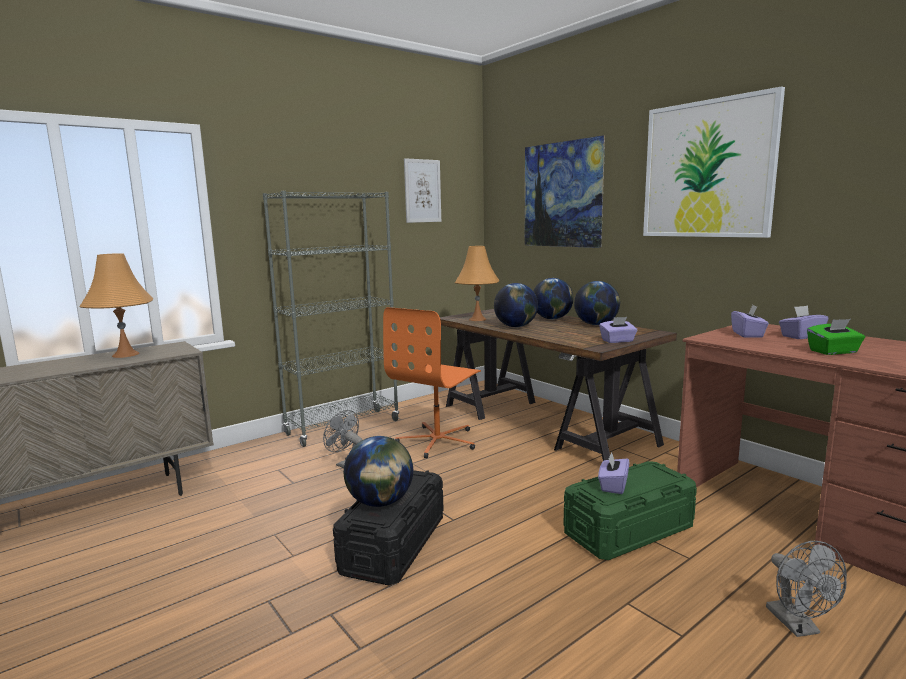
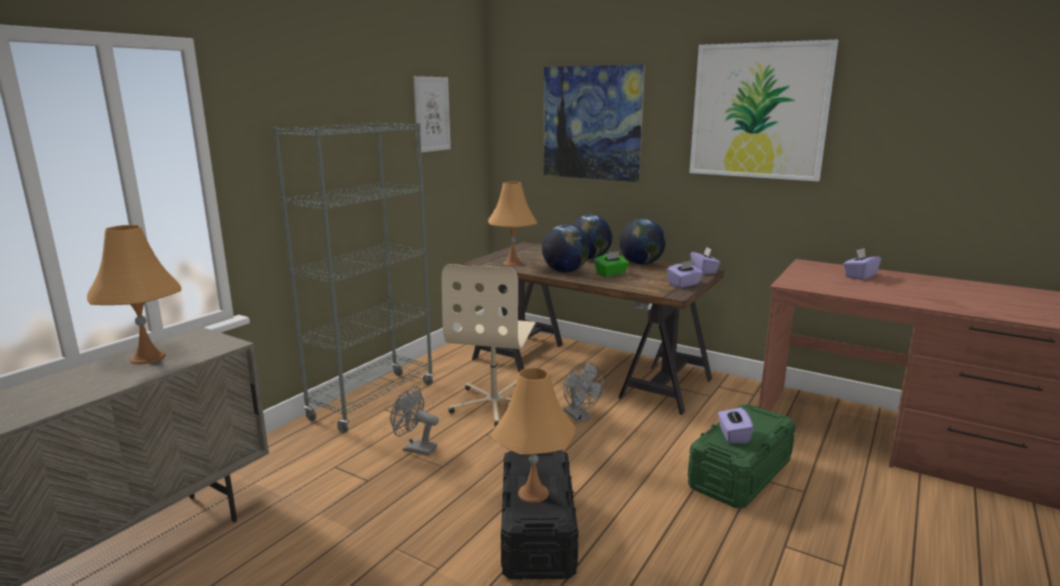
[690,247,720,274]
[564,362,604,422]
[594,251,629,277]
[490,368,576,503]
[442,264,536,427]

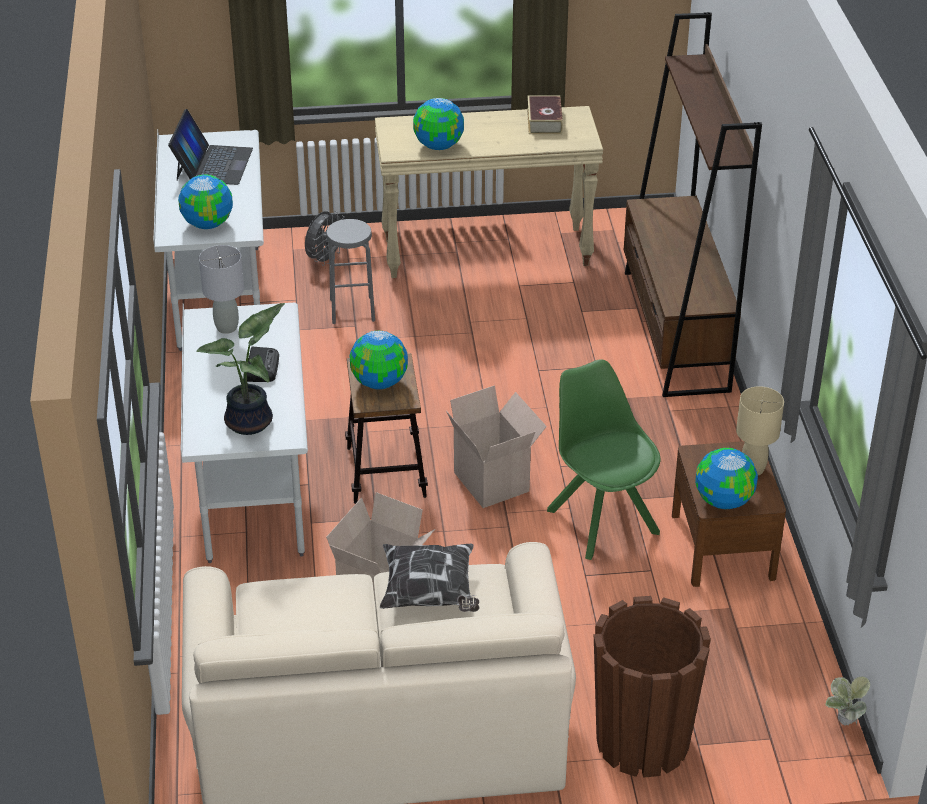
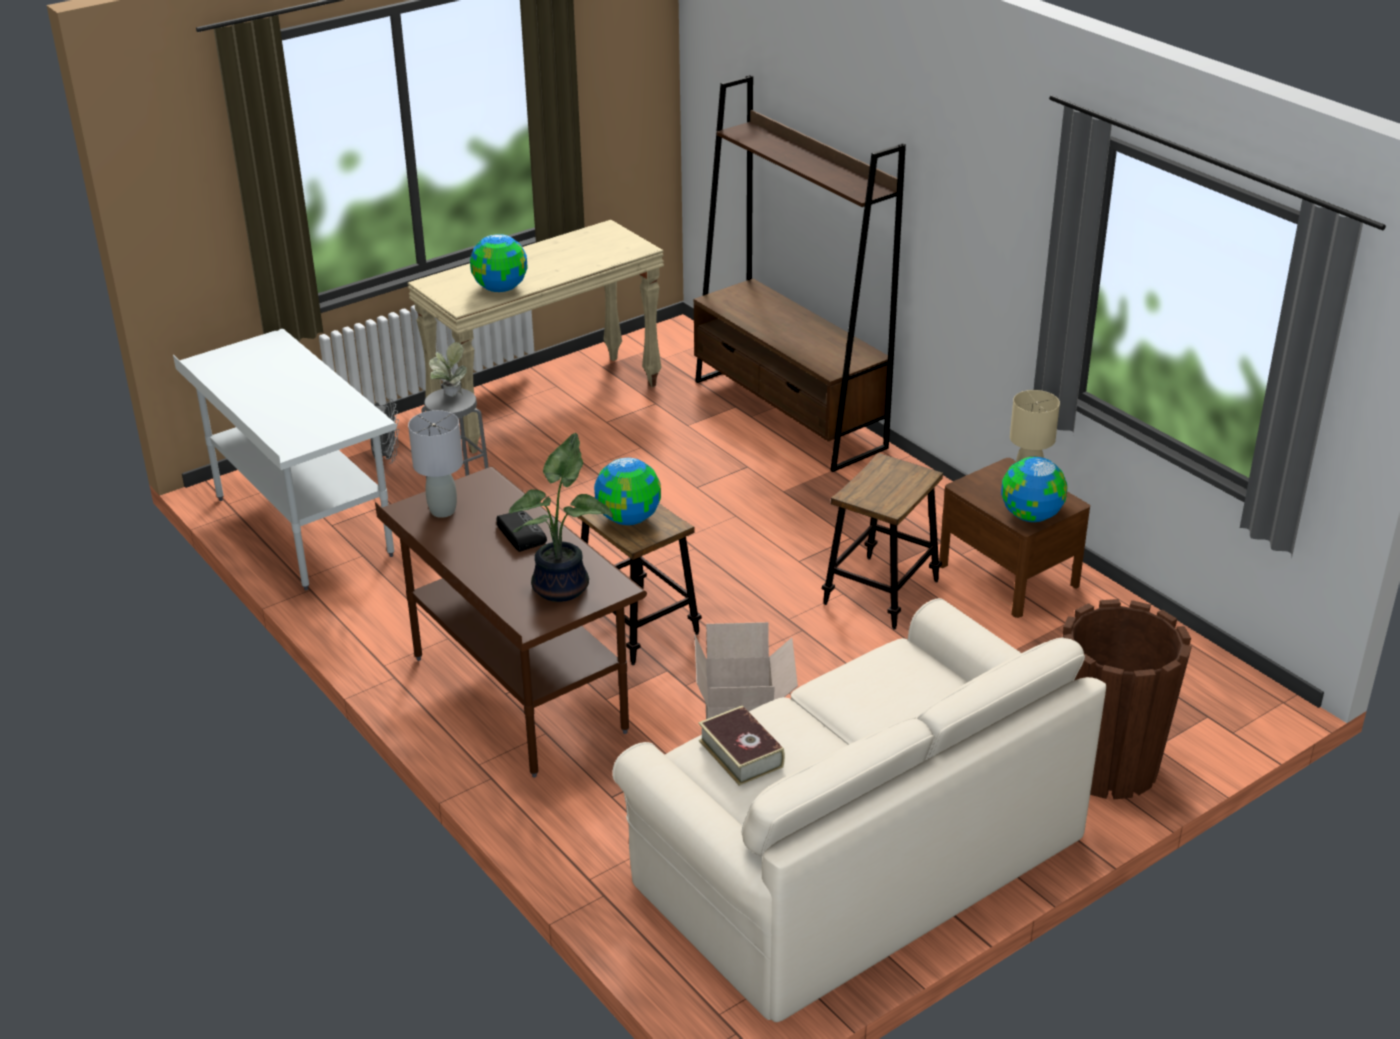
[168,109,253,185] (first image)
[178,175,233,229] (first image)
[380,544,480,612] (first image)
[446,385,547,508] (first image)
[698,705,785,786]
[429,342,467,397]
[822,453,943,630]
[375,467,647,778]

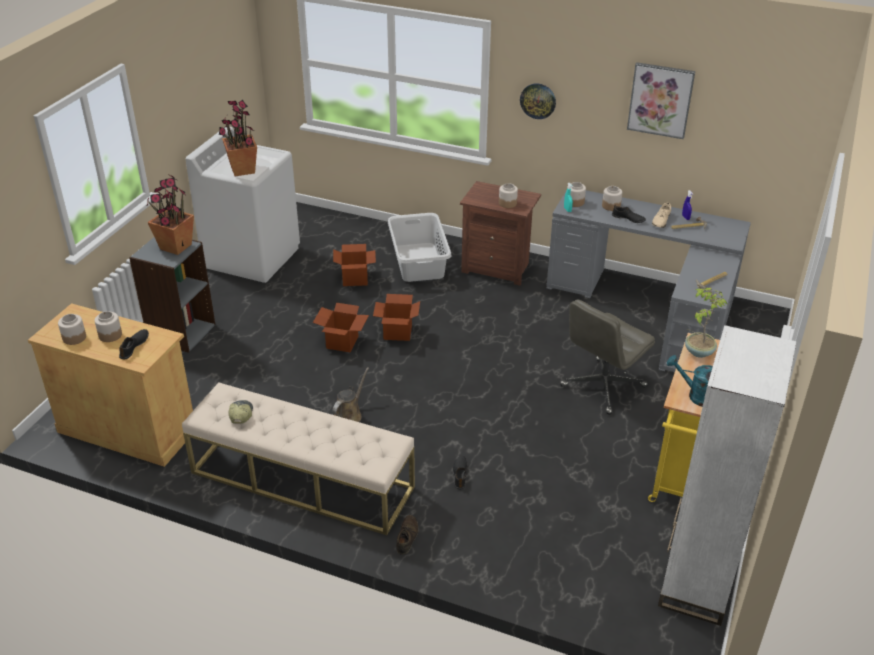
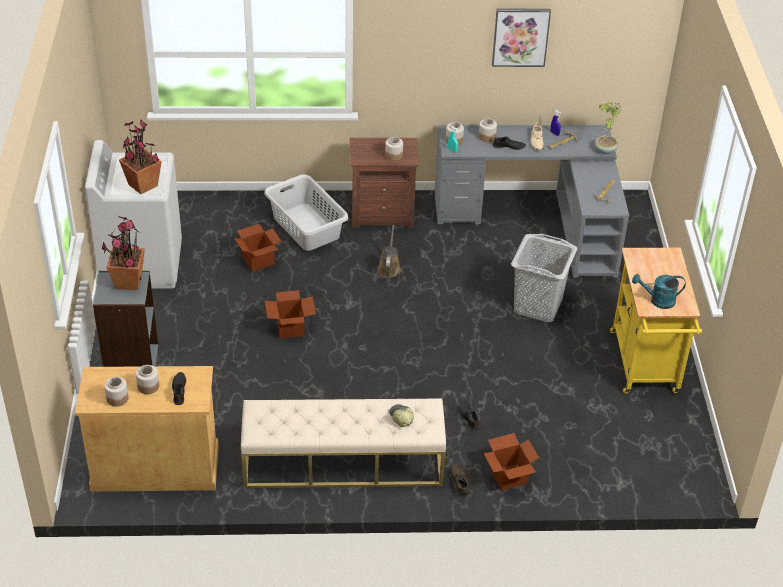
[520,83,556,119] (first image)
[658,325,796,626] (first image)
[389,404,414,427]
[377,225,401,278]
[483,433,539,490]
[595,102,621,154]
[511,234,577,322]

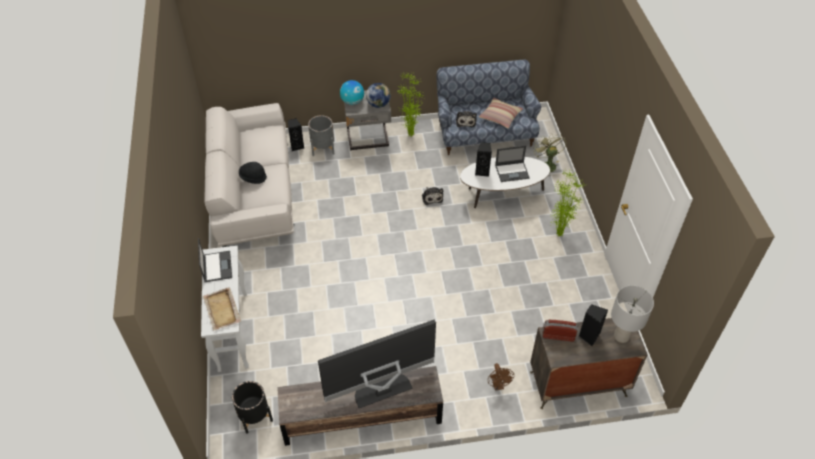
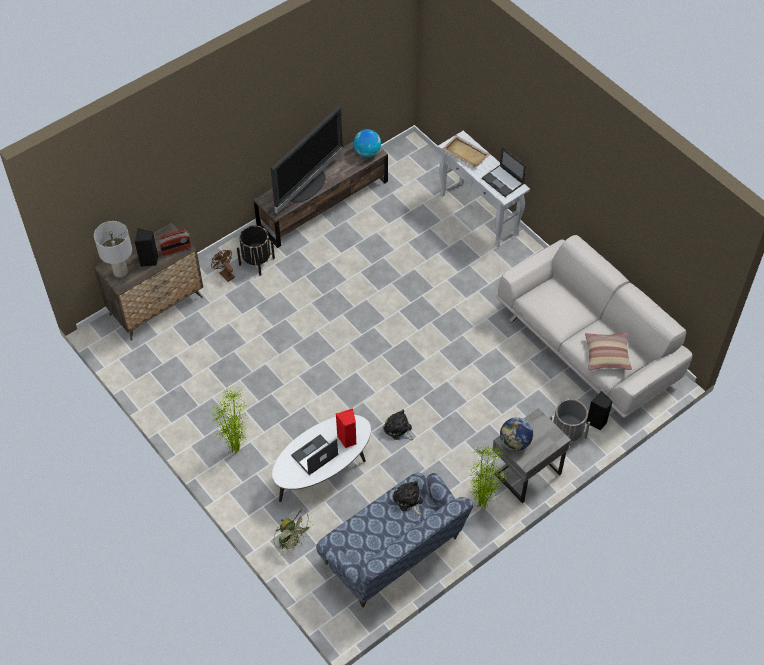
[239,162,267,184] (first image)
[237,225,275,275]
[354,129,381,157]
[585,333,632,370]
[336,408,356,448]

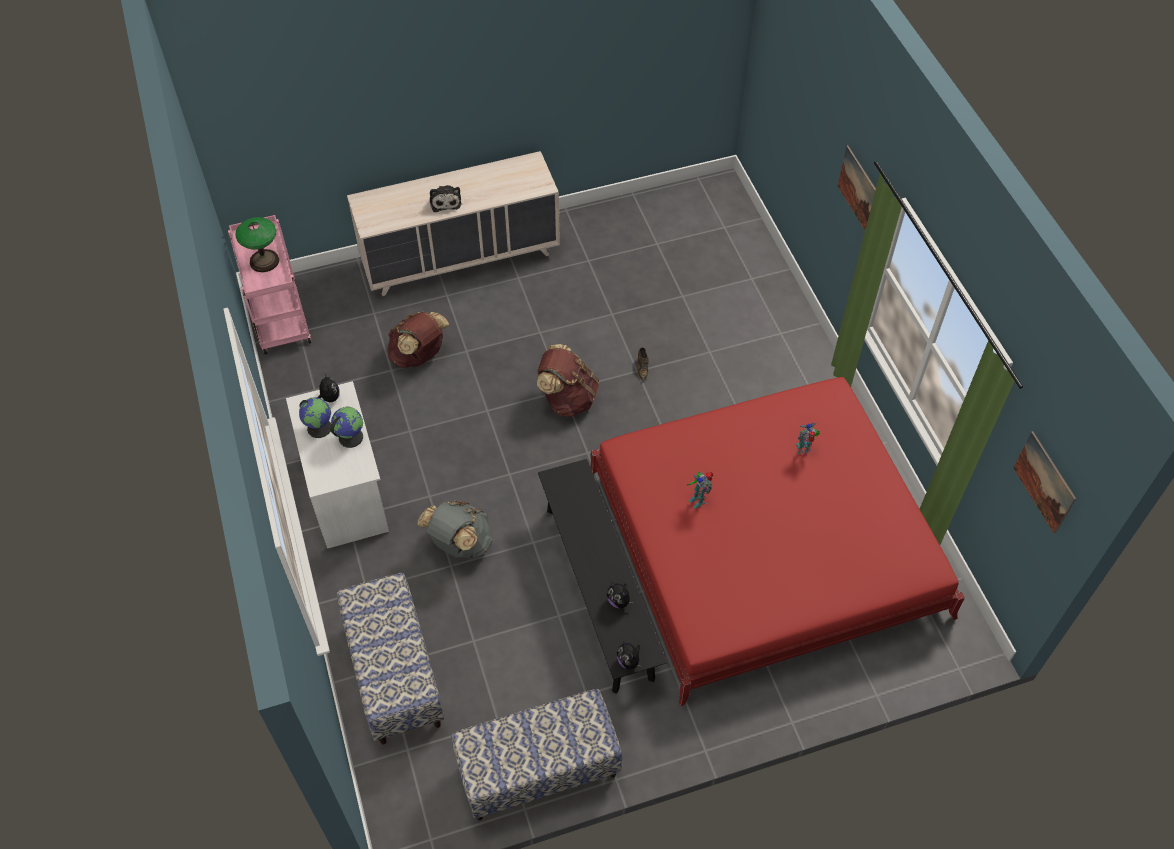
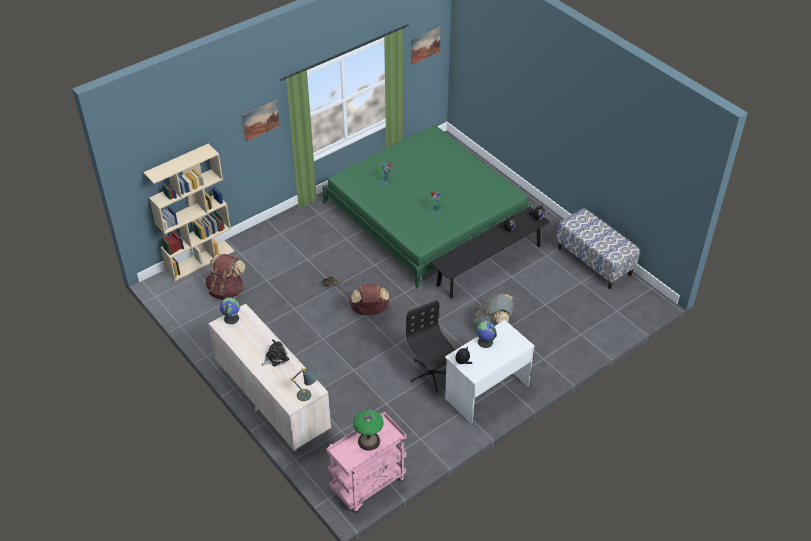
[337,573,444,745] (first image)
[143,143,235,281]
[291,368,319,401]
[406,300,455,392]
[220,298,240,324]
[206,253,245,300]
[322,125,533,289]

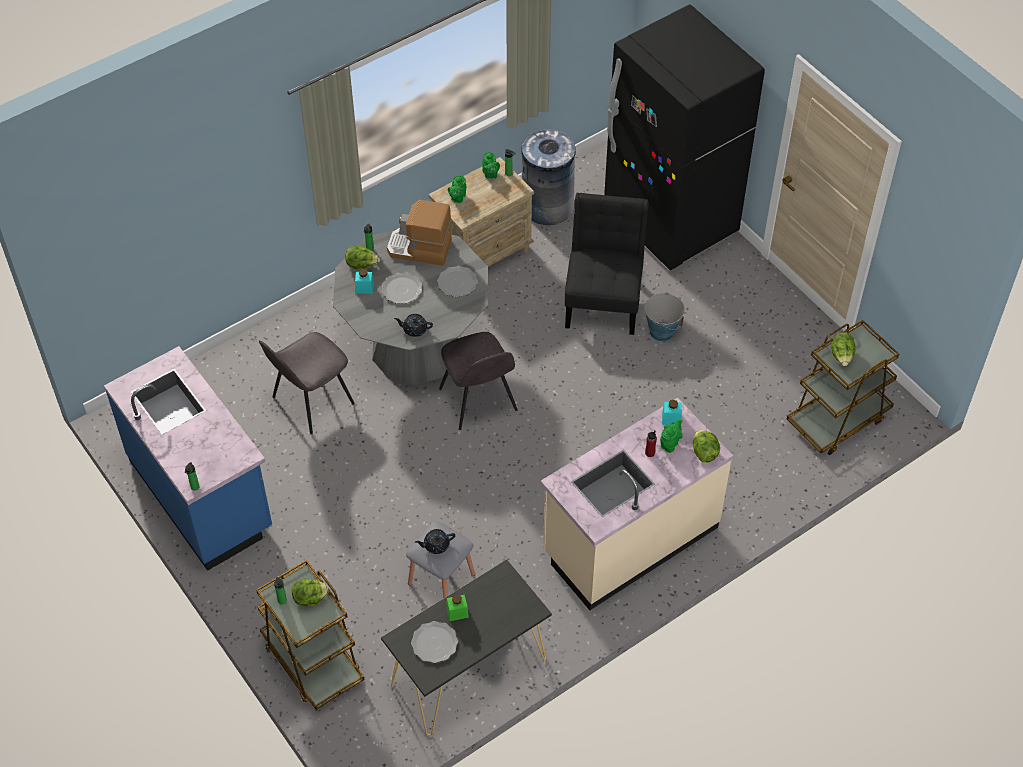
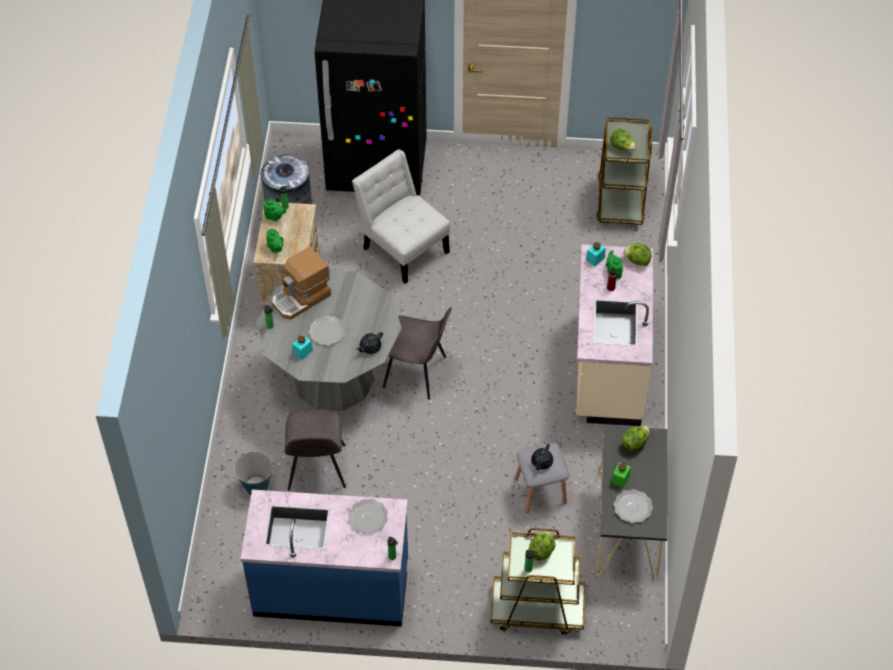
[621,426,650,451]
[348,499,388,534]
[234,451,274,495]
[352,149,450,284]

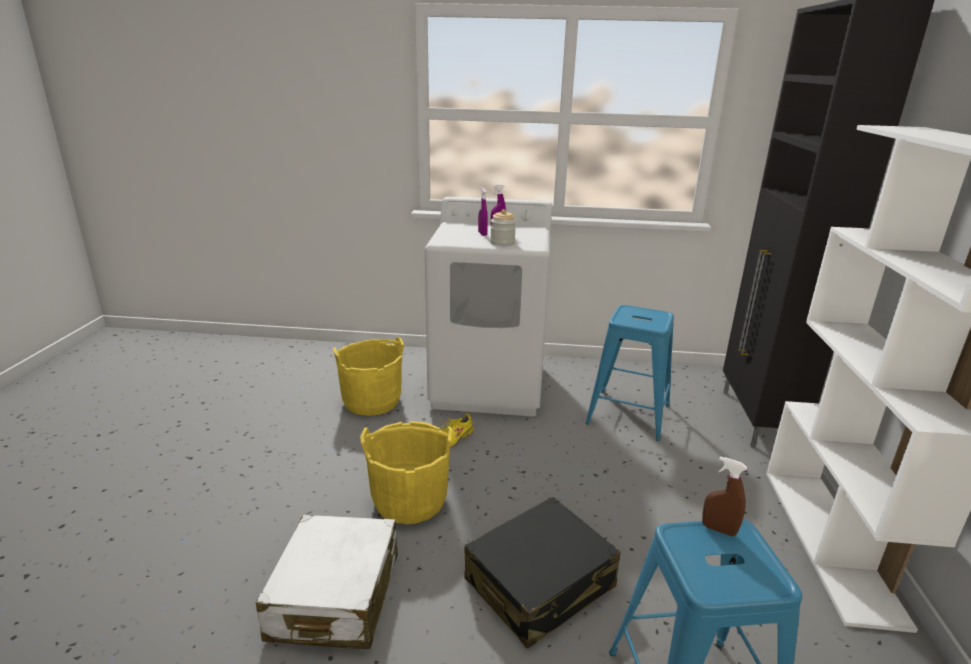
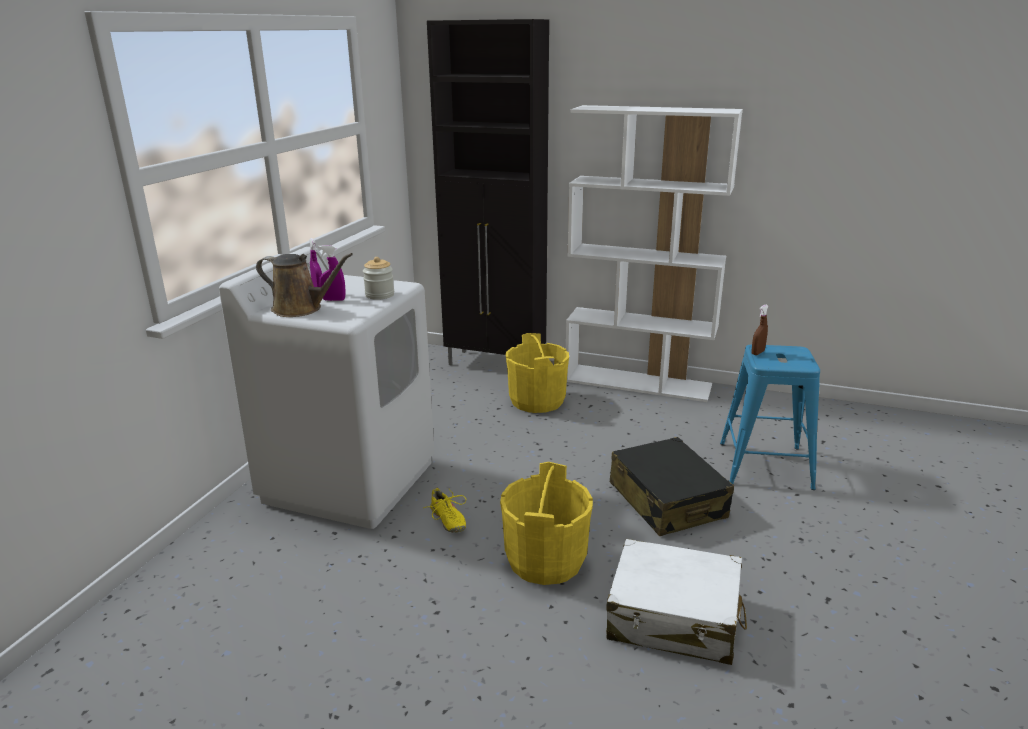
[586,305,674,441] (first image)
[256,253,353,317]
[506,333,569,413]

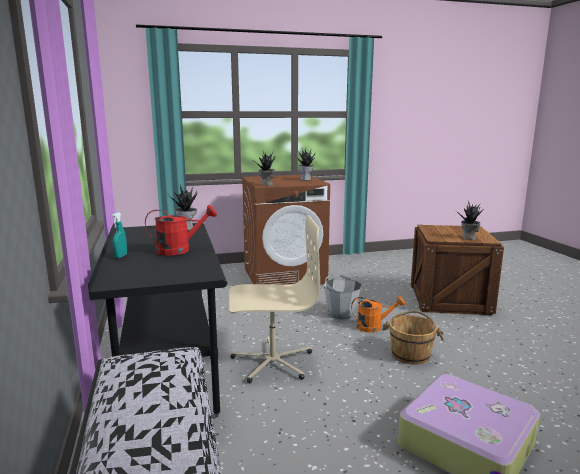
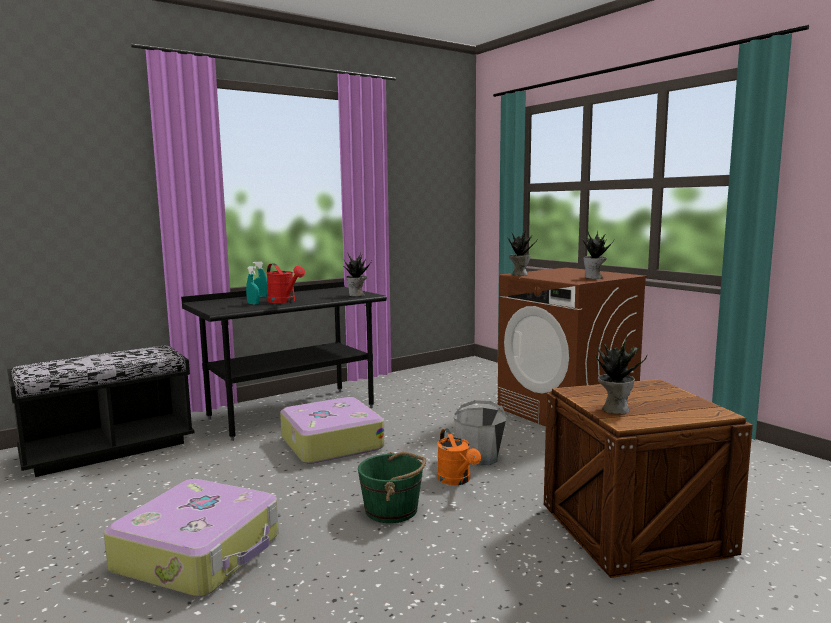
[246,266,260,305]
[280,397,385,464]
[358,452,426,523]

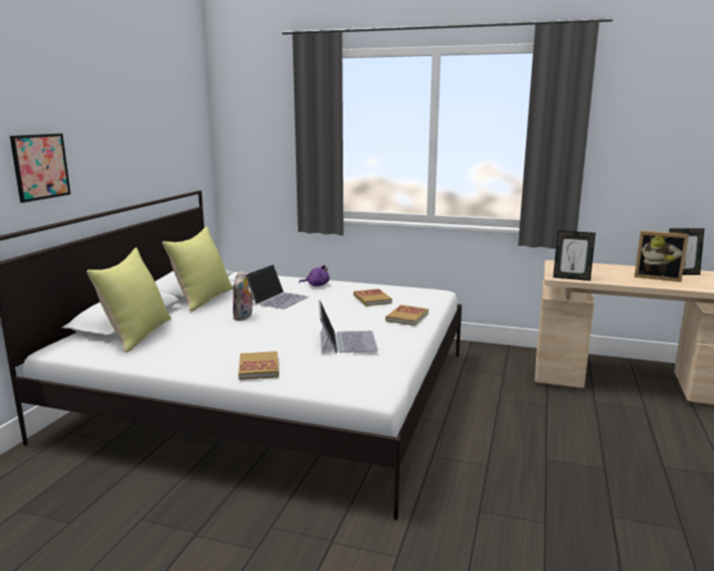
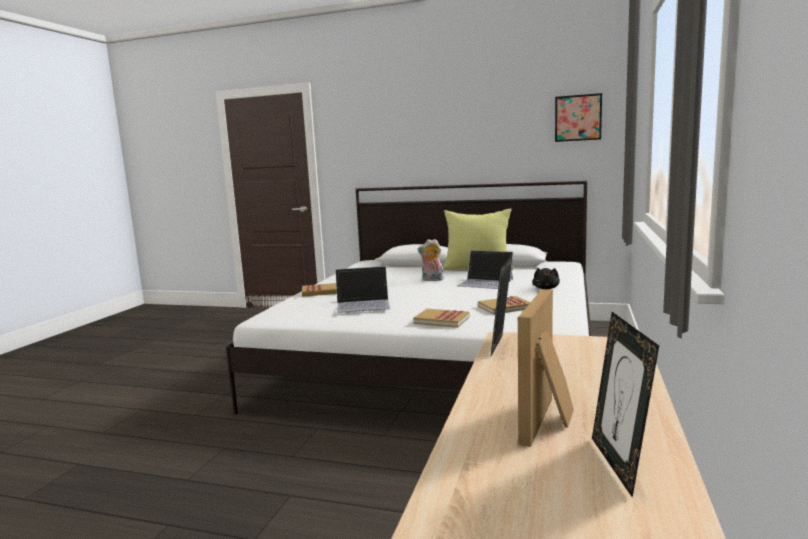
[86,248,171,352] (first image)
[555,93,602,142]
[532,268,560,289]

